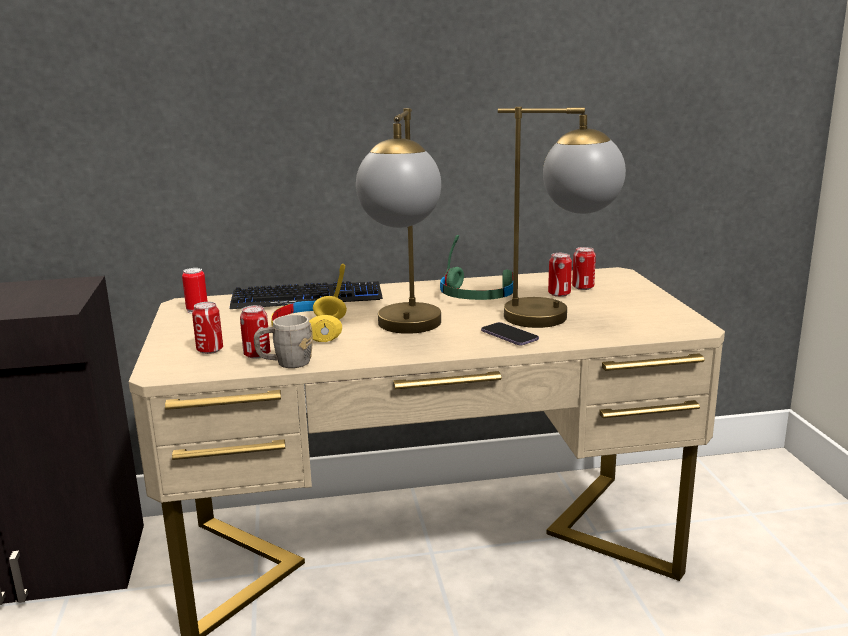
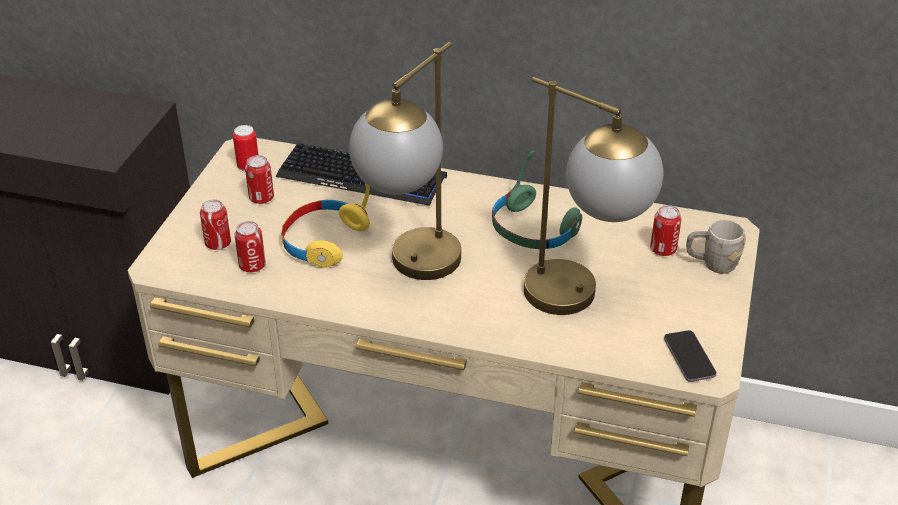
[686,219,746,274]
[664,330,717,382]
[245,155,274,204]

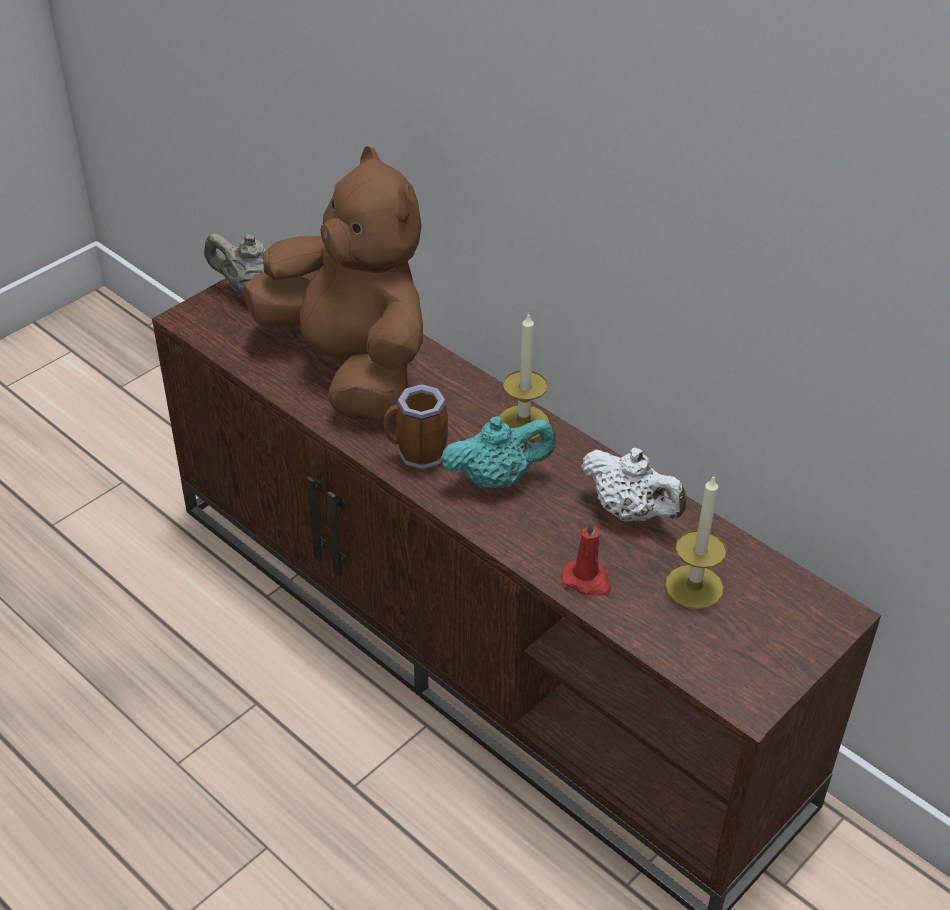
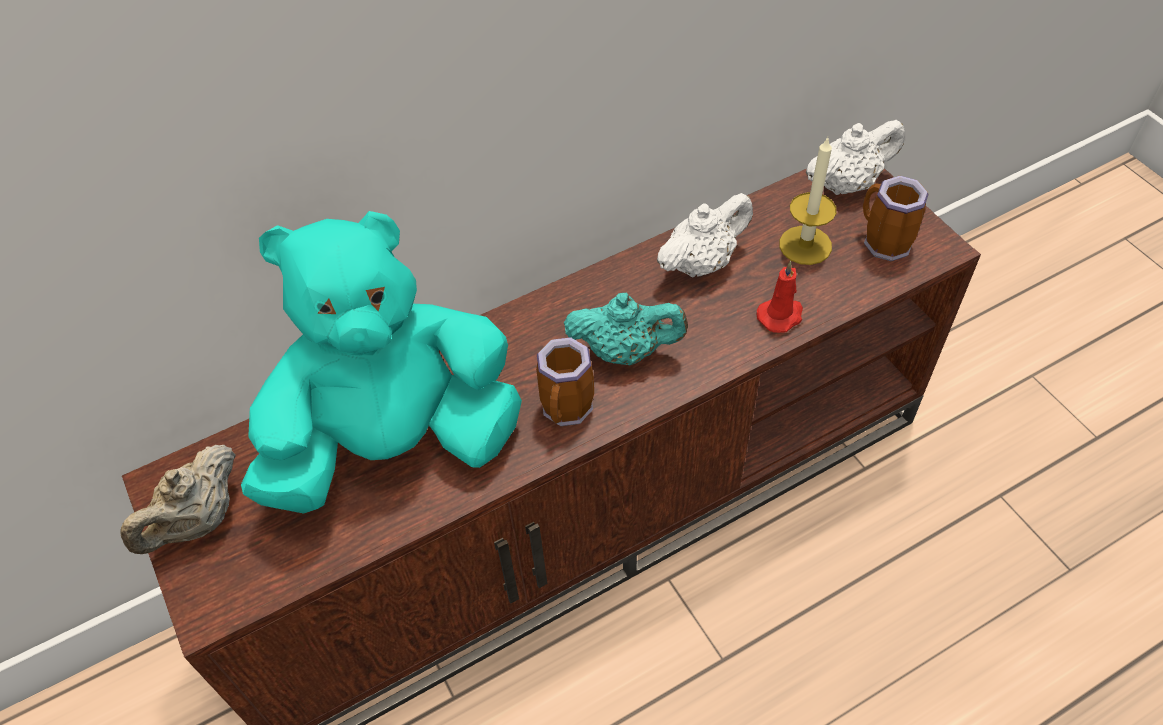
[500,313,549,440] (first image)
[806,120,905,195]
[863,176,929,261]
[241,211,522,514]
[564,293,688,365]

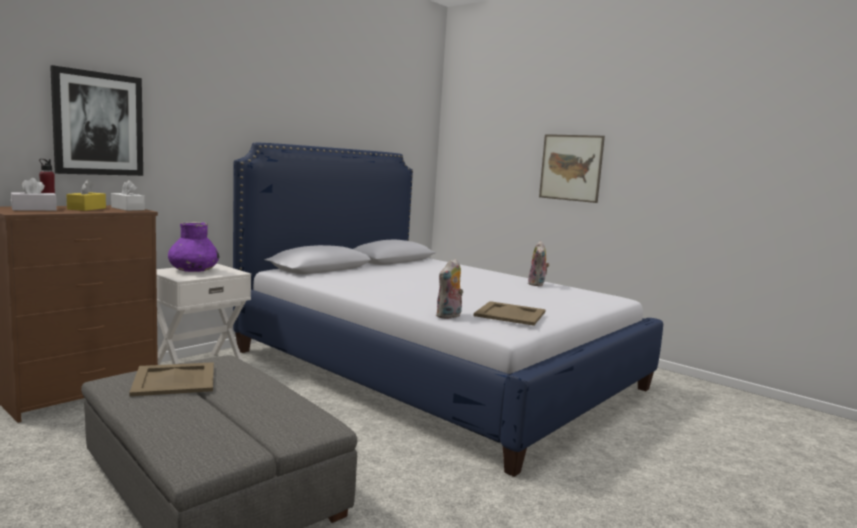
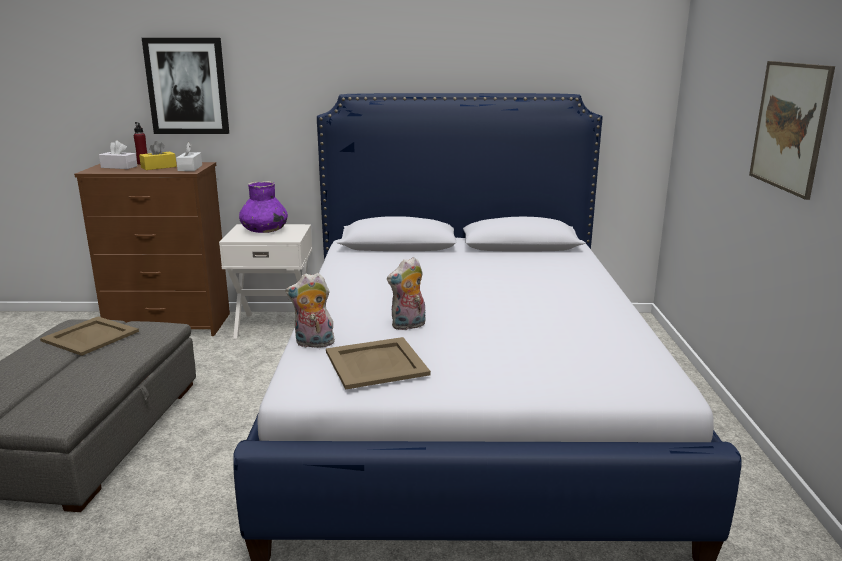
[387,257,425,330]

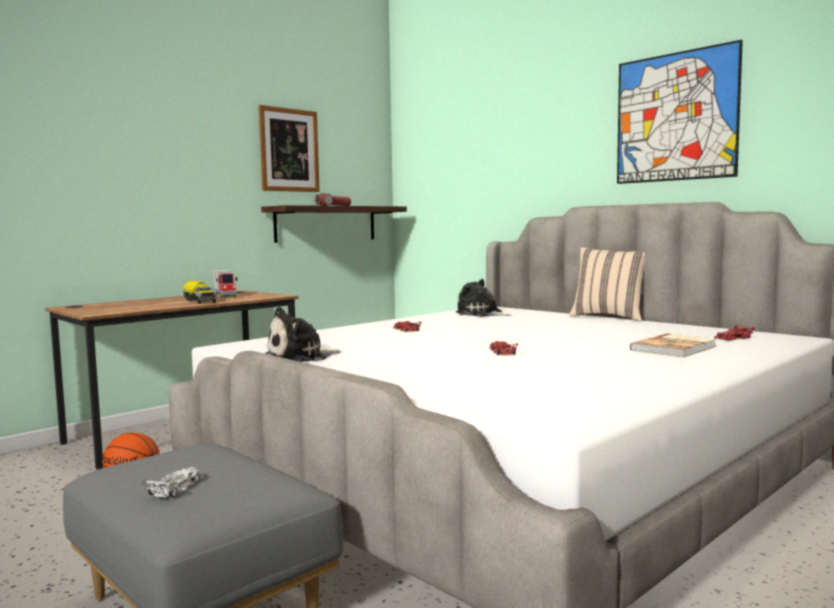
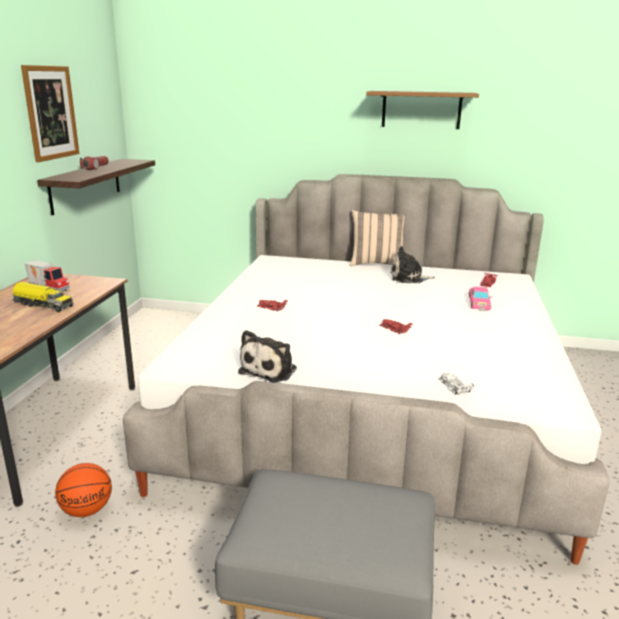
[438,372,474,395]
[390,246,435,283]
[366,91,479,129]
[469,287,492,310]

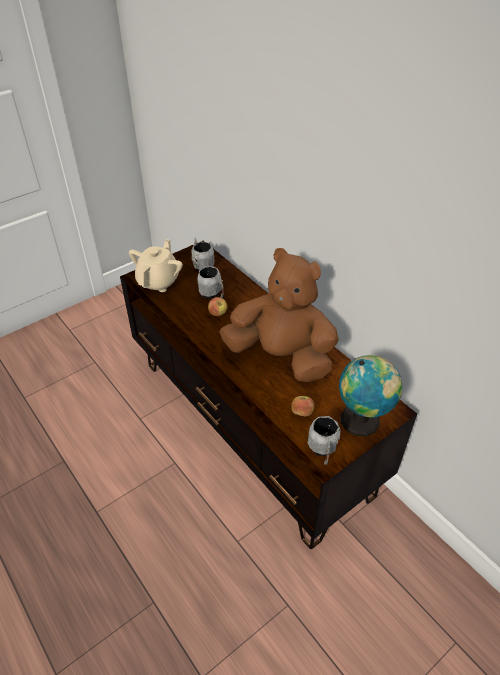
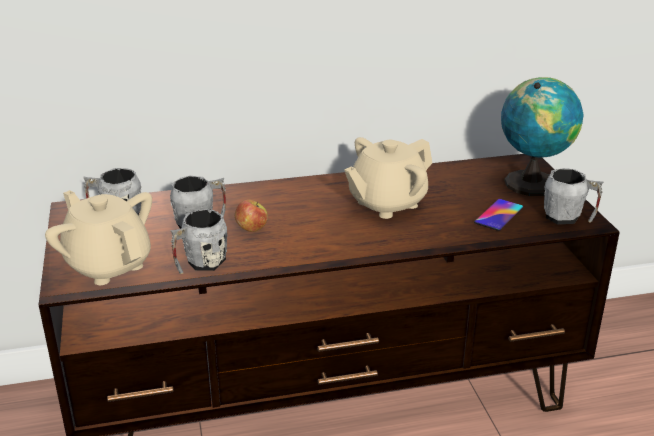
[171,209,228,274]
[344,137,432,219]
[474,199,523,231]

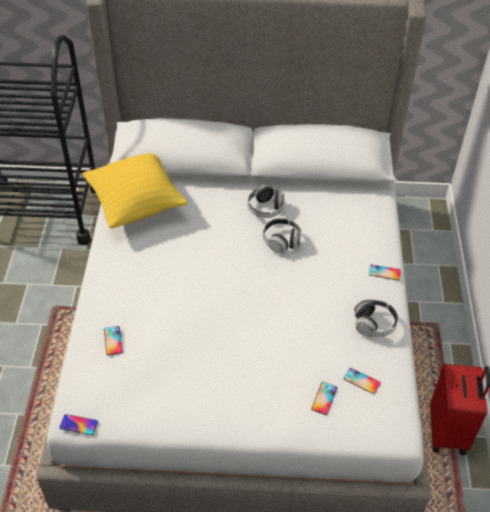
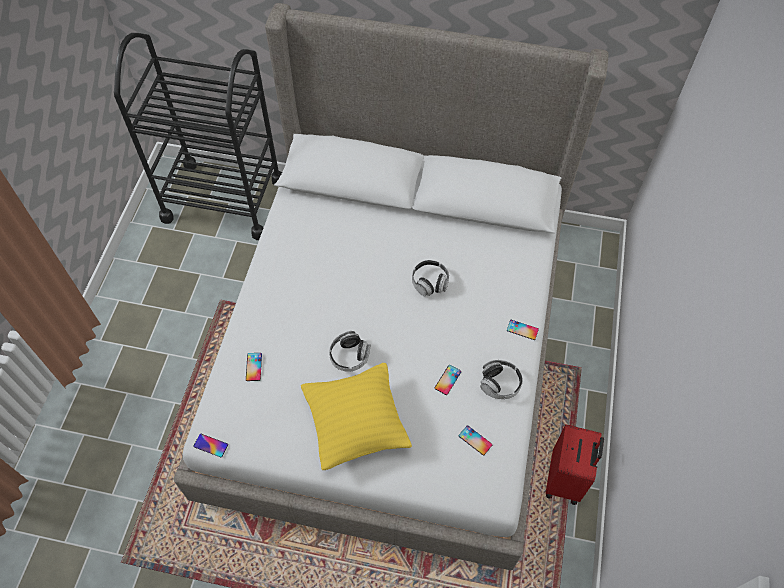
[301,363,412,470]
[329,331,370,372]
[435,365,461,395]

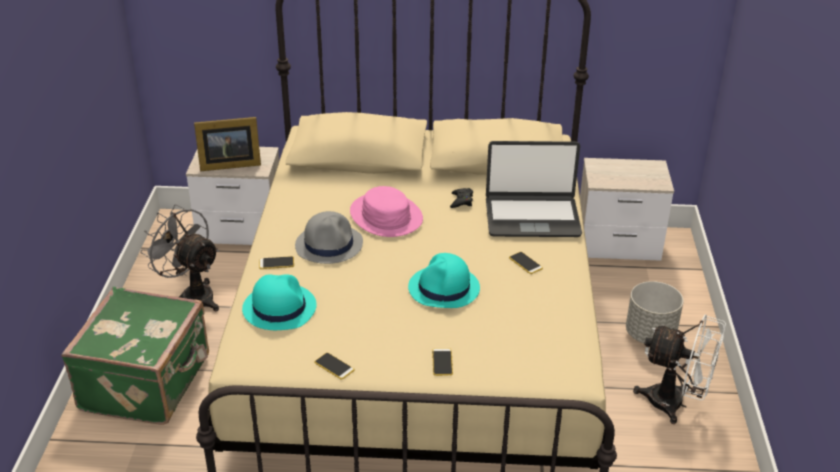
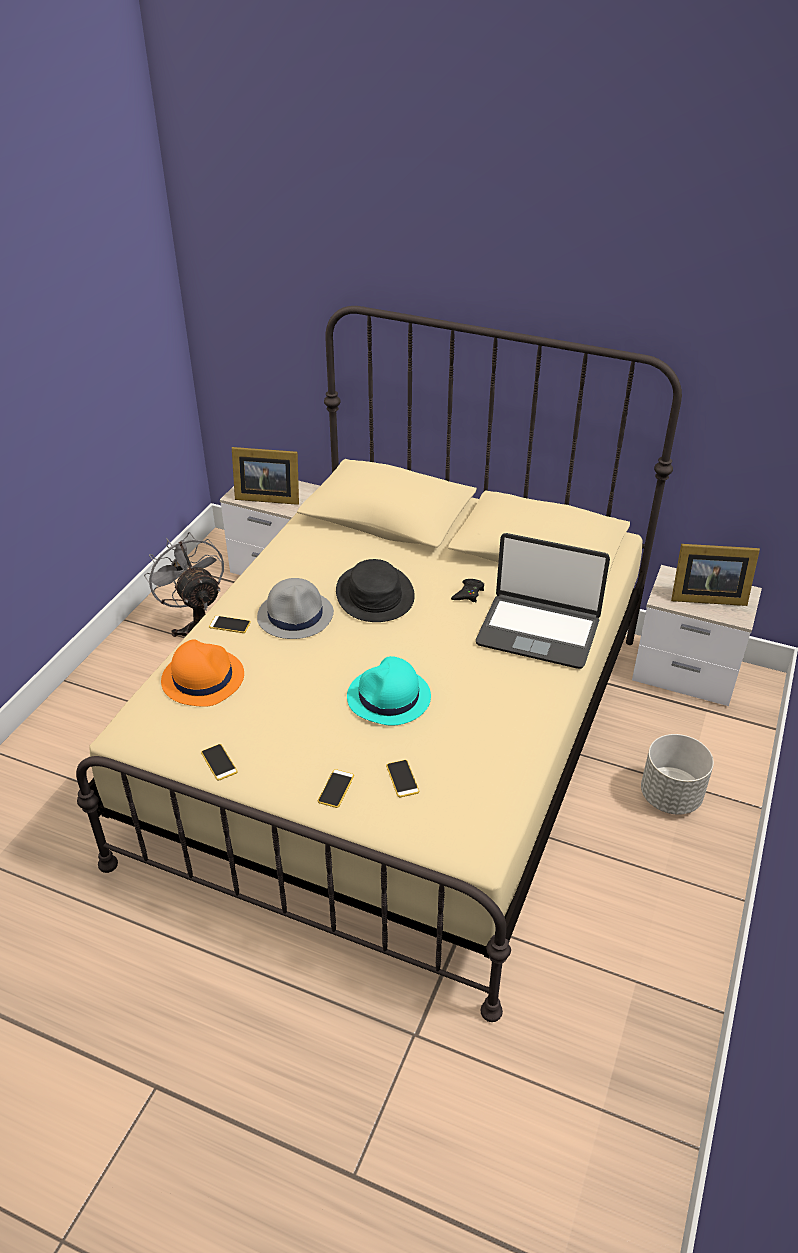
[61,287,209,425] (first image)
[633,314,726,424] (first image)
[671,544,760,606]
[386,760,419,797]
[161,639,244,707]
[336,559,415,622]

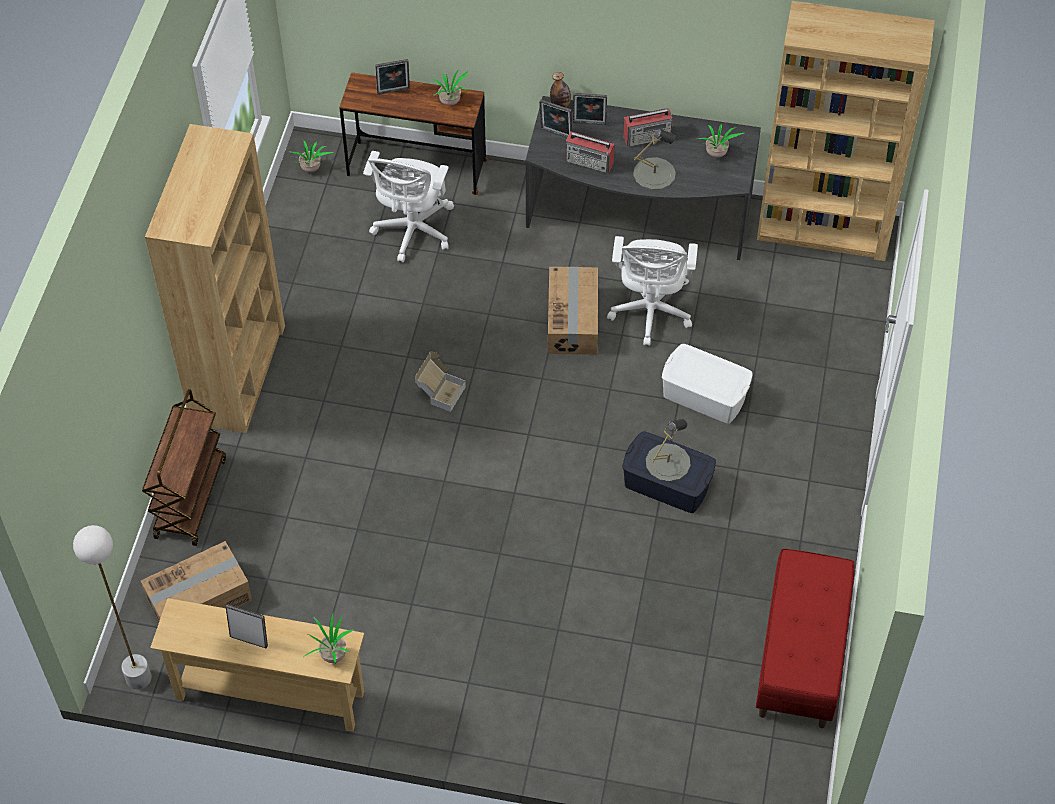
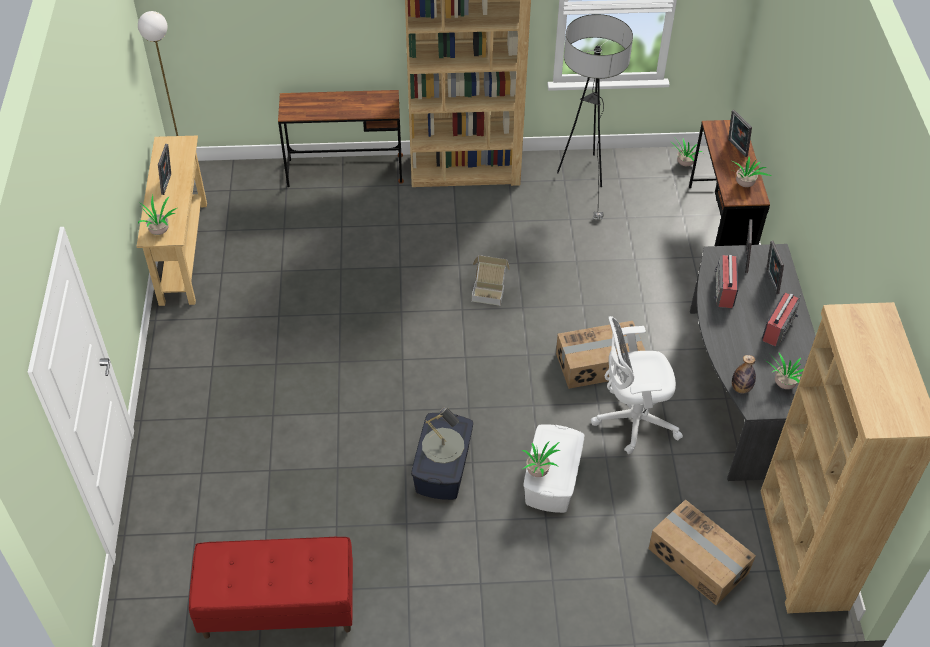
[363,151,454,262] (first image)
[633,129,676,190] (first image)
[521,441,560,477]
[557,14,633,220]
[648,499,756,606]
[732,355,756,393]
[278,90,404,187]
[762,293,801,347]

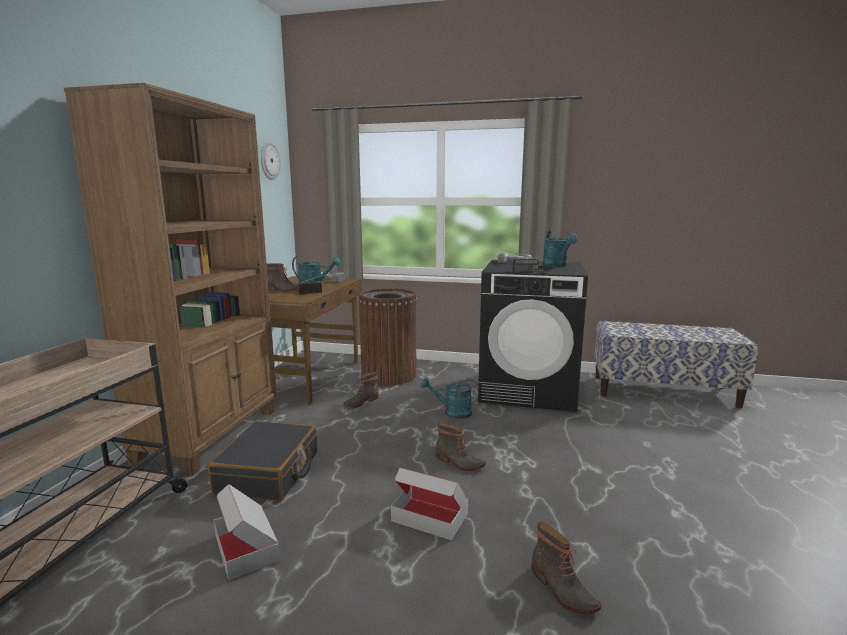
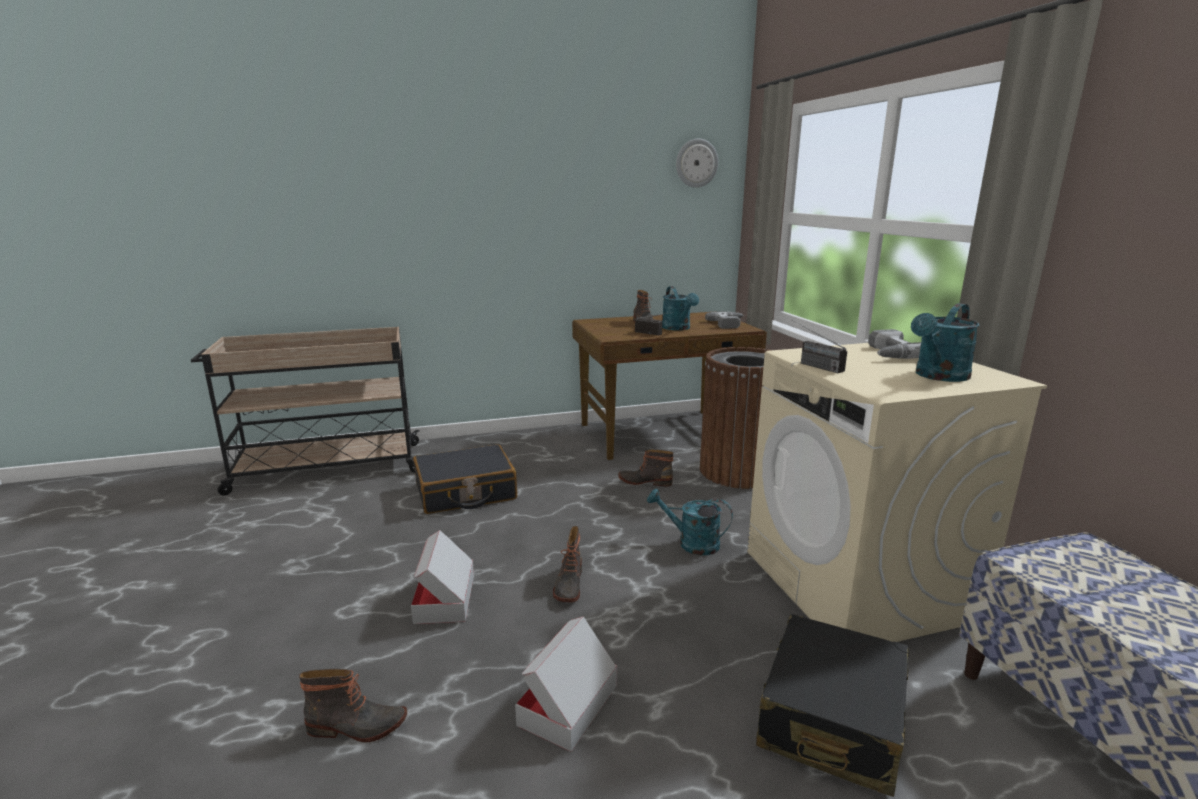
[64,83,277,476] (first image)
[756,614,909,797]
[515,617,617,752]
[747,343,1047,642]
[647,489,733,555]
[299,669,407,742]

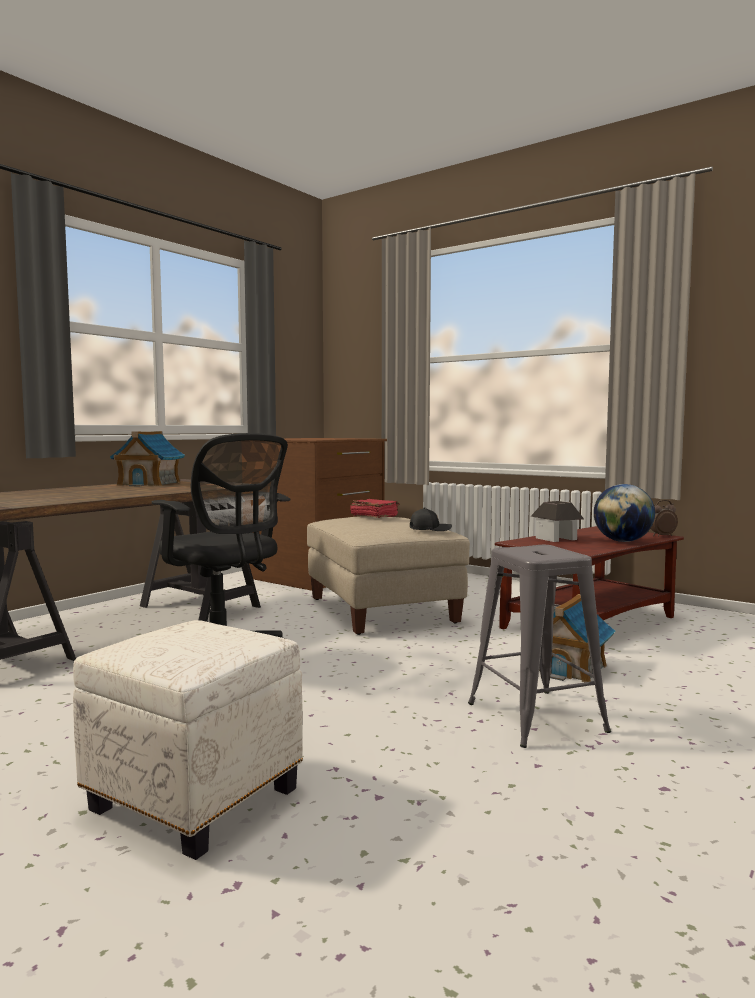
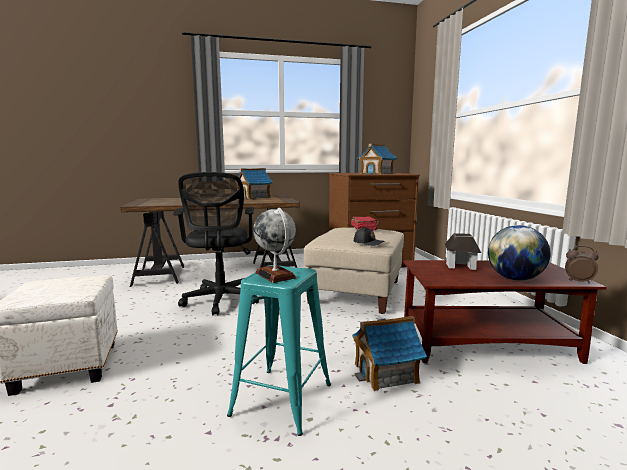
[253,208,296,283]
[357,144,397,174]
[227,265,331,436]

